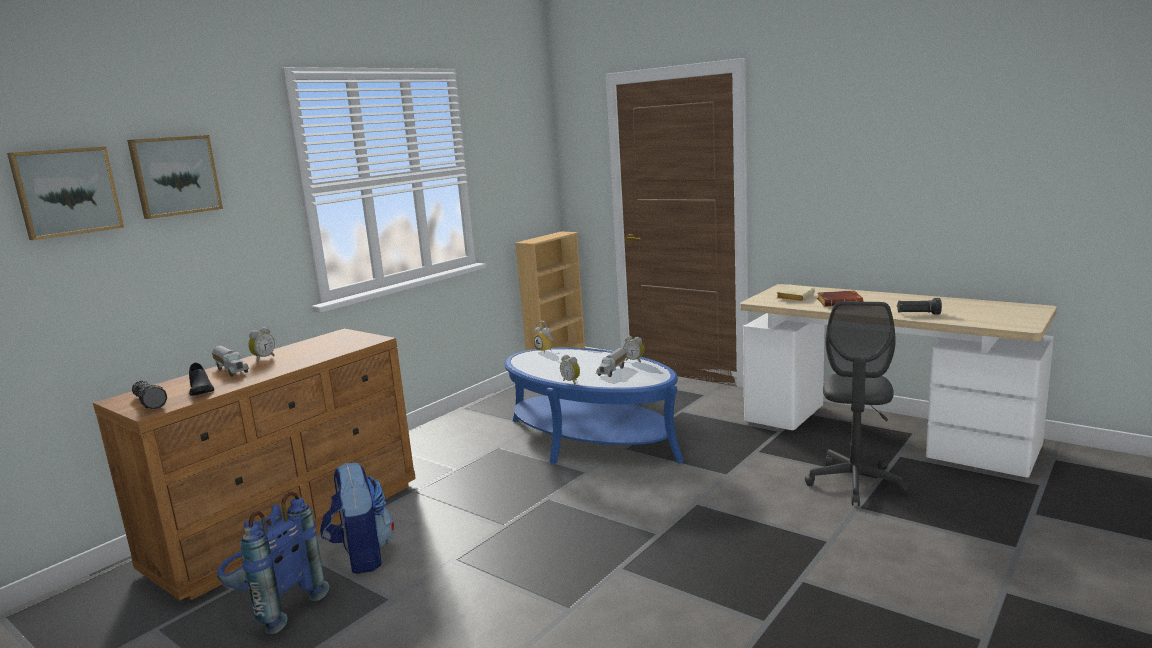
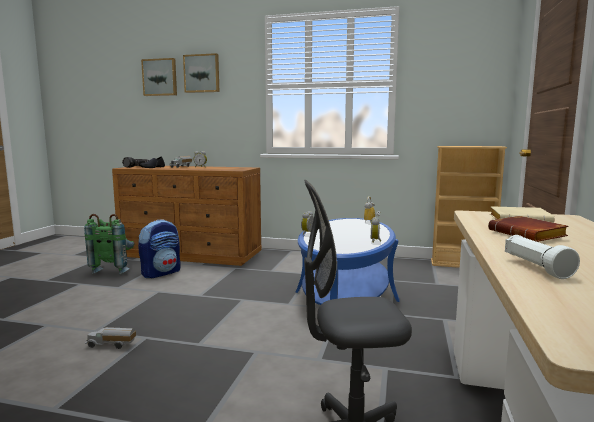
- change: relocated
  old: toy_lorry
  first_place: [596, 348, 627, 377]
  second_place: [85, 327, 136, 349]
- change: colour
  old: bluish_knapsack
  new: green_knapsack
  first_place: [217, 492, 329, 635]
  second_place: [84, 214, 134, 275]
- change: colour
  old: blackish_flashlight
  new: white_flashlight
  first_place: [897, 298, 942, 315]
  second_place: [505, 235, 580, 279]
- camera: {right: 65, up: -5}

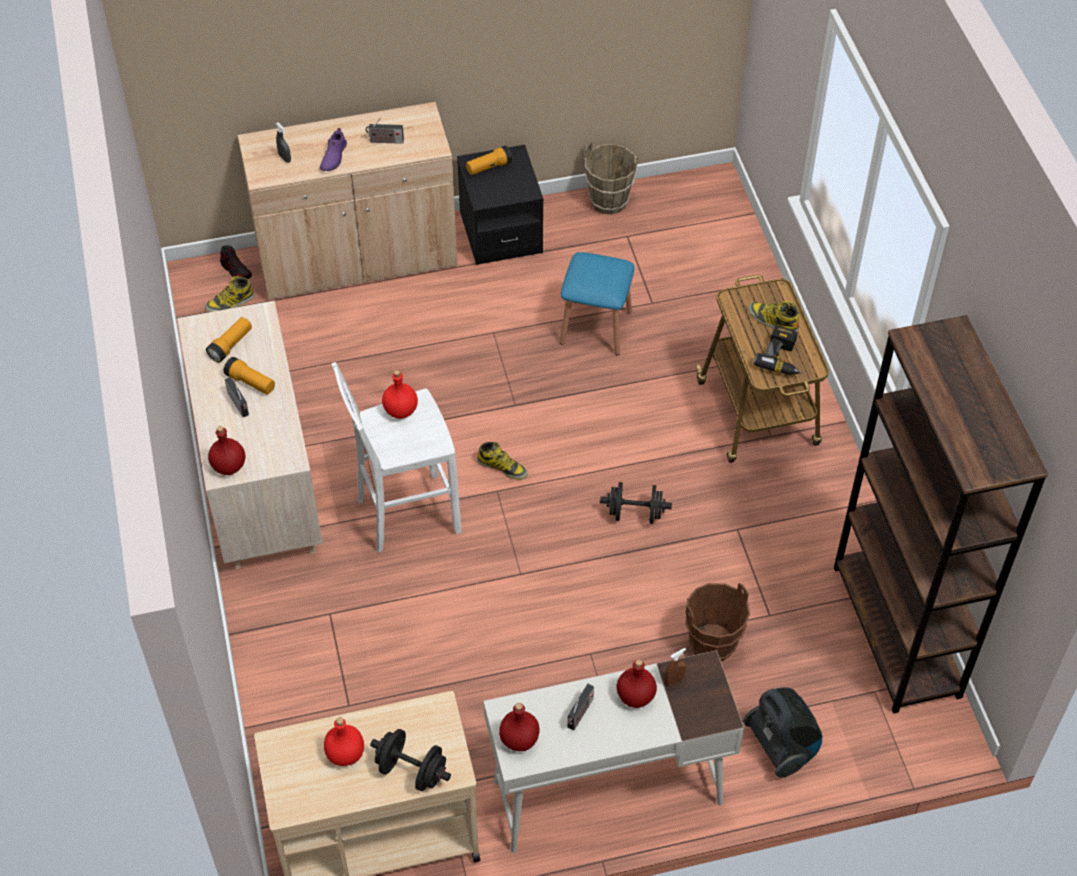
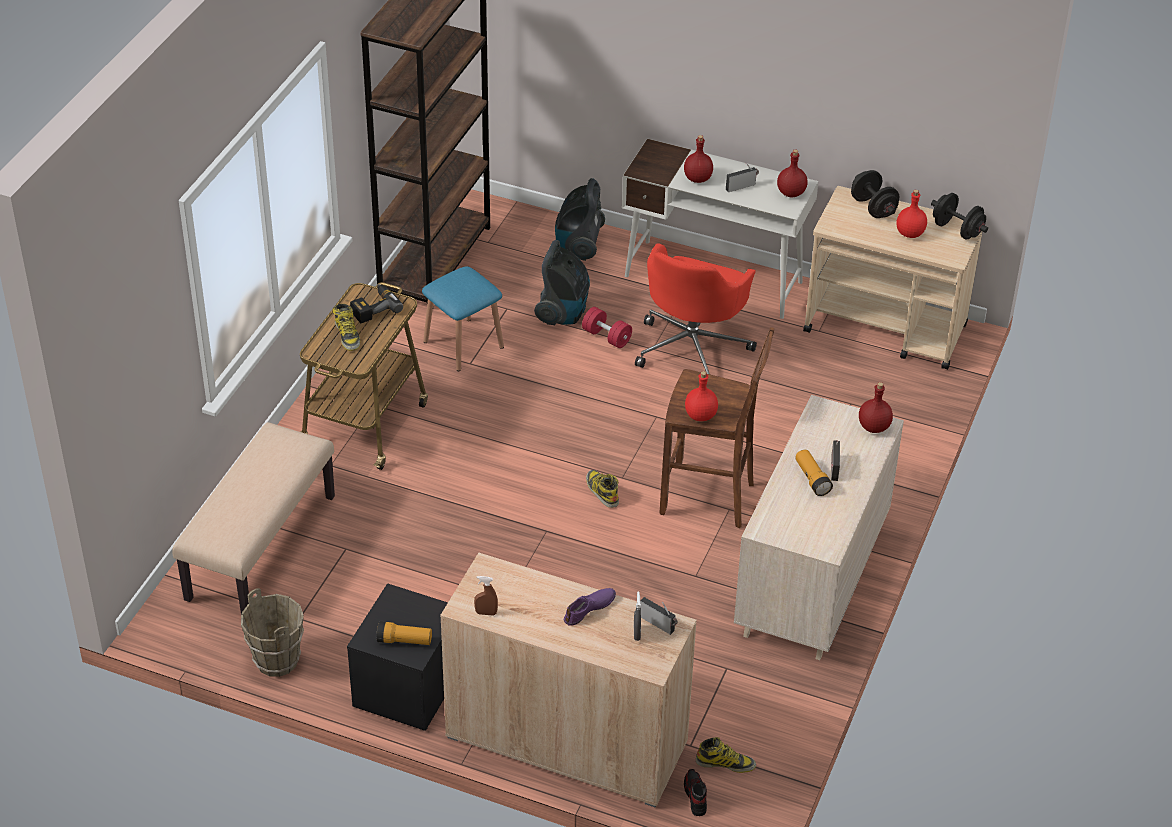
- change: missing
  old: flashlight
  first_place: [206, 317, 252, 363]
- change: appeared
  new: beige-coloured_bench
  second_place: [172, 422, 335, 615]
- change: appeared
  new: reddish_free_weight
  second_place: [582, 307, 632, 348]
- change: appeared
  new: reddish_desk_chair
  second_place: [635, 243, 757, 374]
- change: relocated
  old: radio_receiver
  first_place: [366, 118, 404, 144]
  second_place: [640, 597, 678, 635]
- change: relocated
  old: bluish_stool
  first_place: [560, 252, 635, 355]
  second_place: [422, 266, 504, 371]
- change: relocated
  old: blackish_free_weight
  first_place: [600, 482, 672, 524]
  second_place: [931, 193, 988, 240]
- change: relocated
  old: brownish_hand_sprayer
  first_place: [664, 648, 686, 686]
  second_place: [474, 576, 498, 616]
- change: exchanged
  old: brownish_bucket
  new: vacuum
  first_place: [685, 583, 750, 661]
  second_place: [534, 240, 590, 325]
- change: colour
  old: white_stool
  new: brownish_stool
  first_place: [332, 362, 462, 553]
  second_place: [660, 327, 774, 528]
- camera: {right: -145, up: -10}

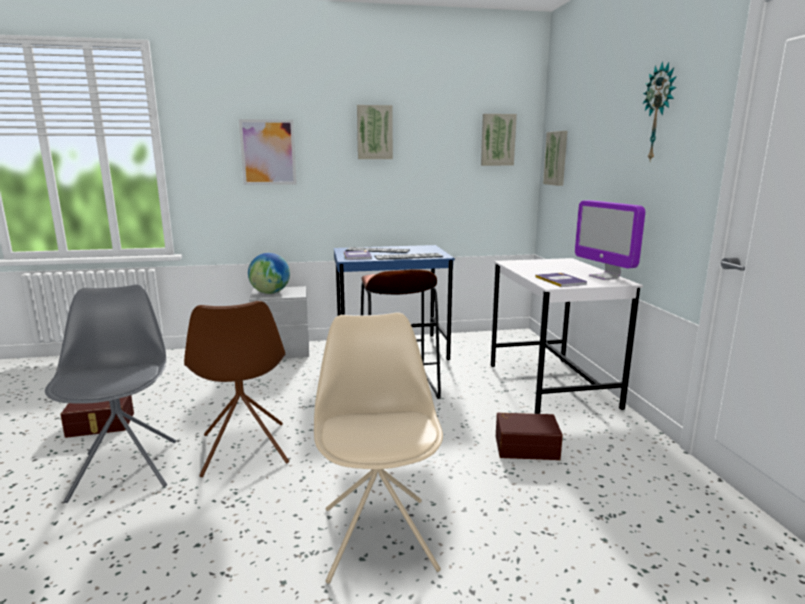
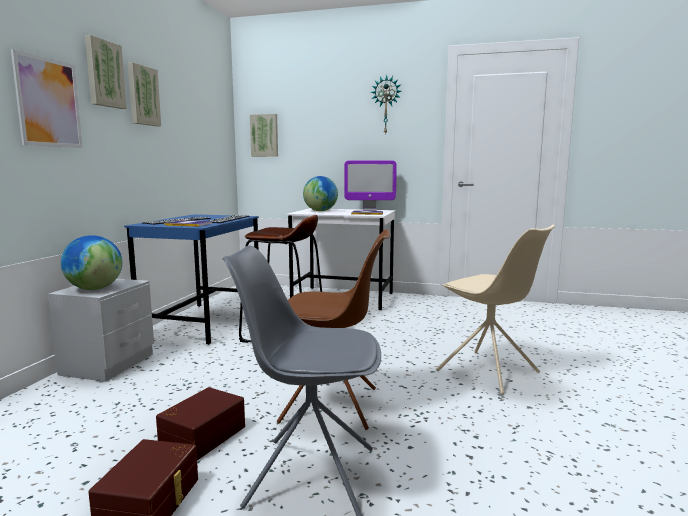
- change: appeared
  new: desk_globe
  second_place: [303, 176, 338, 211]
- change: relocated
  old: wall_art
  first_place: [481, 114, 517, 166]
  second_place: [85, 35, 127, 109]
- change: relocated
  old: brownish_storage_bin
  first_place: [496, 413, 563, 460]
  second_place: [156, 387, 245, 460]
- change: spun
  old: beige-coloured_plain_chair
  first_place: [314, 312, 443, 584]
  second_place: [436, 225, 555, 395]
  degrees: -150
- camera: {right: -65, up: -5}

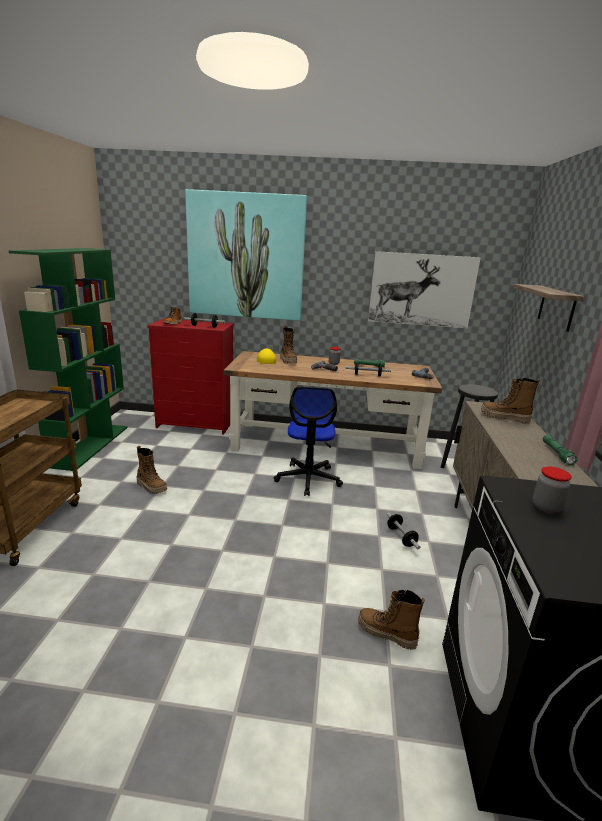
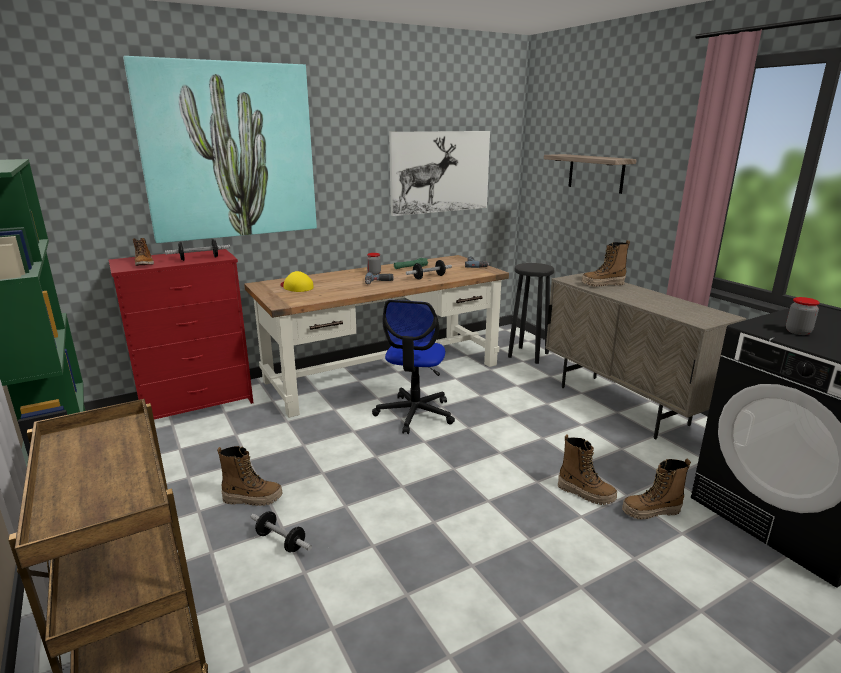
- change: missing
  old: green_flashlight
  first_place: [543, 435, 578, 465]
- change: relocated
  old: boot
  first_place: [280, 326, 297, 363]
  second_place: [558, 435, 617, 505]
- change: relocated
  old: free_weight
  first_place: [387, 513, 420, 549]
  second_place: [251, 511, 312, 553]
- change: spun
  old: desk_chair
  first_place: [274, 386, 343, 496]
  second_place: [372, 300, 455, 434]
  degrees: 45
- camera: {right: -35, up: 0}

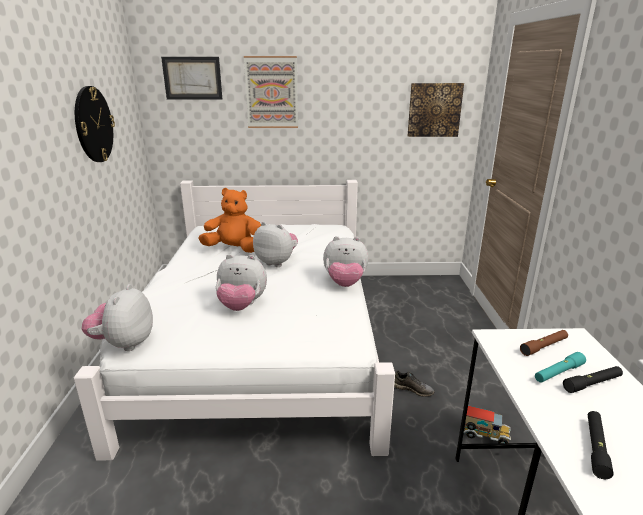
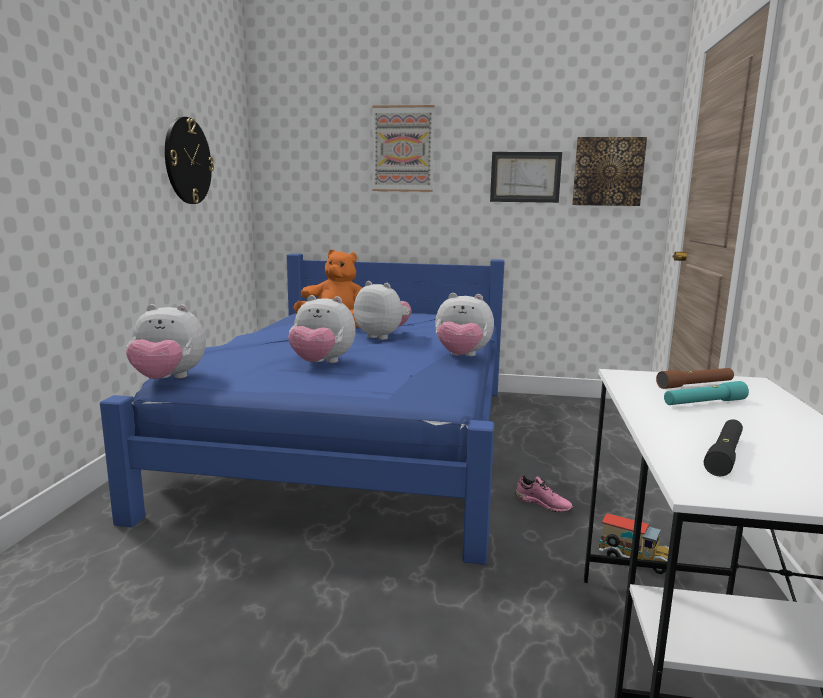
- change: missing
  old: blackish_flashlight
  first_place: [563, 366, 623, 393]
- change: relocated
  old: wall_art
  first_place: [161, 57, 222, 99]
  second_place: [490, 152, 562, 203]
- change: colour
  old: white_bed
  new: bluish_bed
  first_place: [74, 180, 395, 461]
  second_place: [100, 254, 505, 565]
- change: colour
  old: gray_item_of_footwear
  new: pinkish_item_of_footwear
  first_place: [394, 371, 435, 397]
  second_place: [515, 475, 573, 512]
- change: spun
  old: cuddly_toy
  first_place: [82, 284, 153, 351]
  second_place: [126, 304, 206, 379]
  degrees: -105
- camera: {right: 10, up: -10}

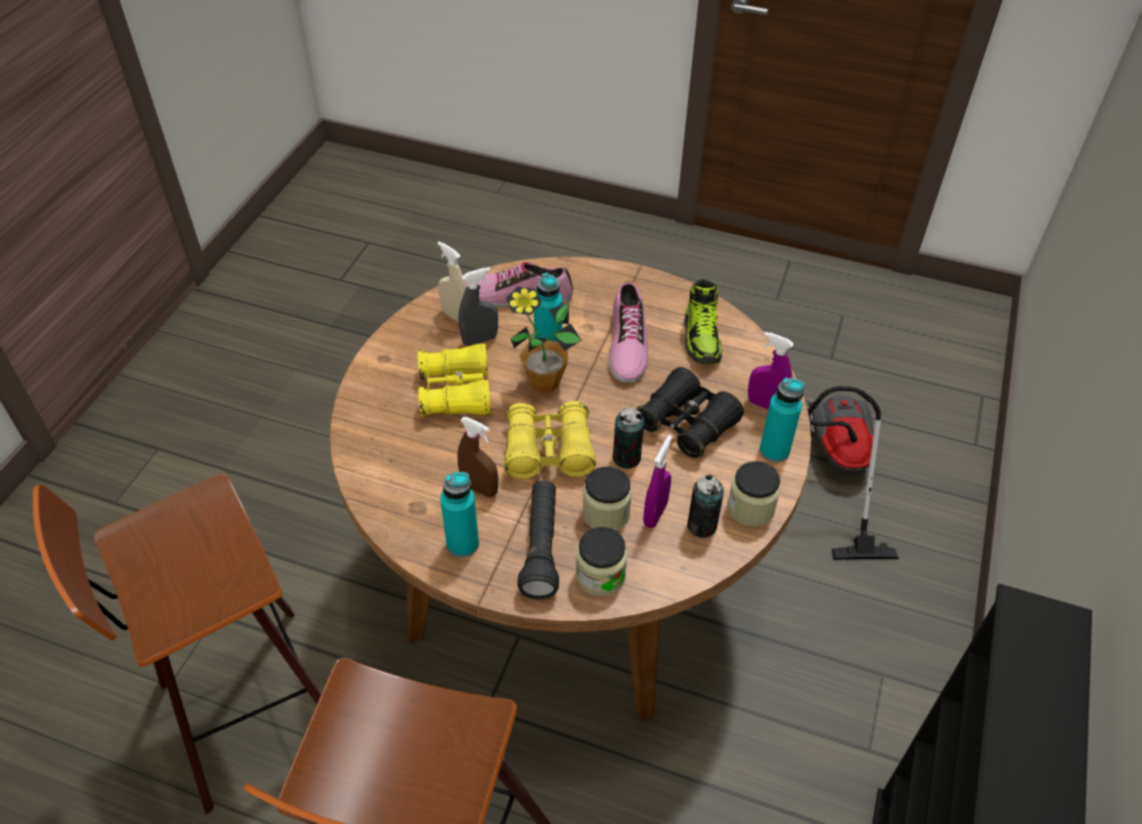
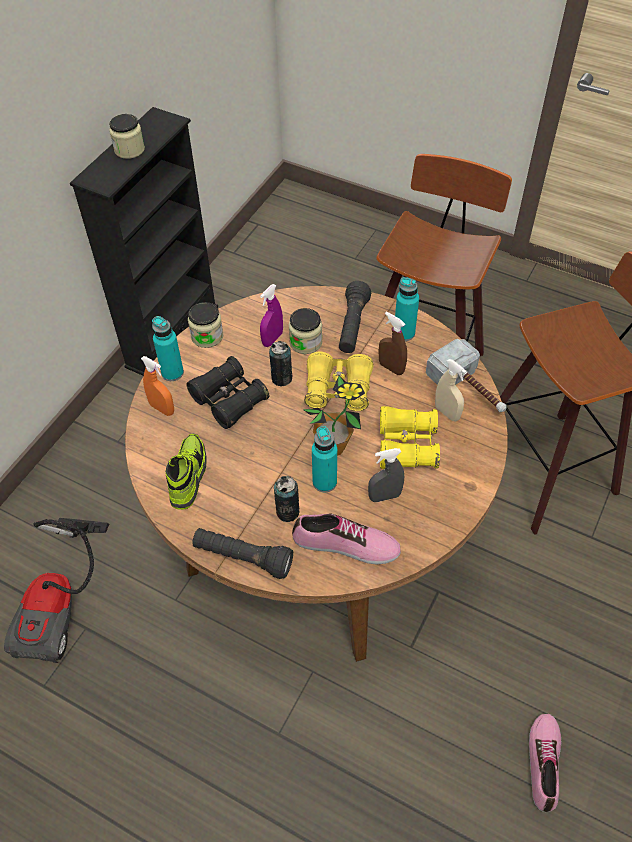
- change: appeared
  new: blackish_flashlight
  second_place: [192, 528, 293, 579]
- change: appeared
  new: hand_hammer
  second_place: [426, 339, 506, 412]
- change: relocated
  old: beige-coloured_hand_sprayer
  first_place: [438, 241, 467, 322]
  second_place: [435, 359, 467, 421]
- change: relocated
  old: storage_jar
  first_place: [576, 527, 628, 596]
  second_place: [109, 114, 145, 159]
- change: relocated
  old: item_of_footwear
  first_place: [608, 281, 648, 383]
  second_place: [529, 714, 561, 812]
- change: relocated
  old: sealed_can
  first_place: [687, 475, 724, 538]
  second_place: [274, 476, 300, 522]
- change: colour
  old: purplish_hand_sprayer
  new: orangey_hand_sprayer
  first_place: [748, 332, 794, 409]
  second_place: [141, 356, 174, 416]
- camera: {right: -170, up: 5}

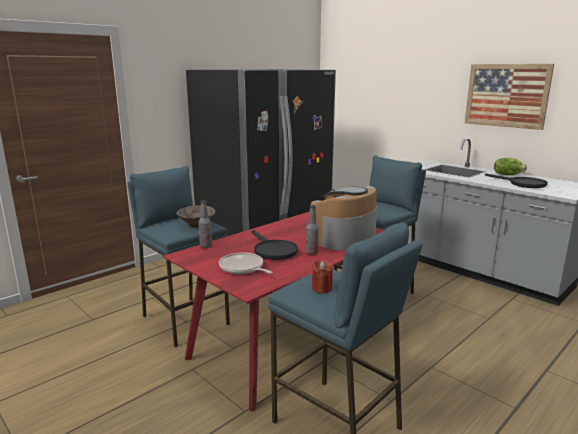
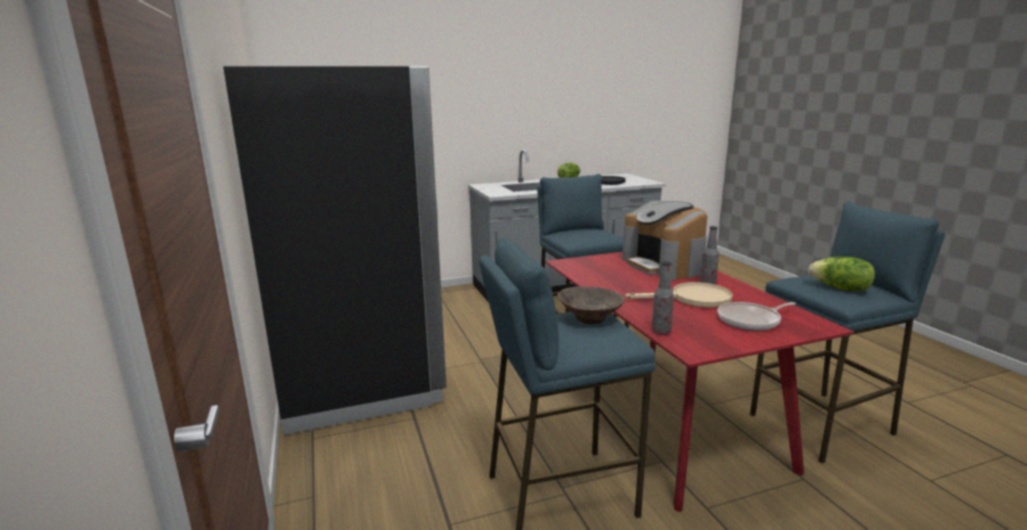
- change: missing
  old: wall_art
  first_place: [465, 64, 554, 130]
- change: exchanged
  old: reddish_wax_light
  new: head_of_lettuce
  first_place: [312, 260, 333, 293]
  second_place: [809, 257, 875, 291]
- change: colour
  old: blackish_pan
  new: beige-coloured_pan
  first_place: [251, 230, 298, 260]
  second_place: [625, 282, 733, 308]
- camera: {right: -65, up: 0}

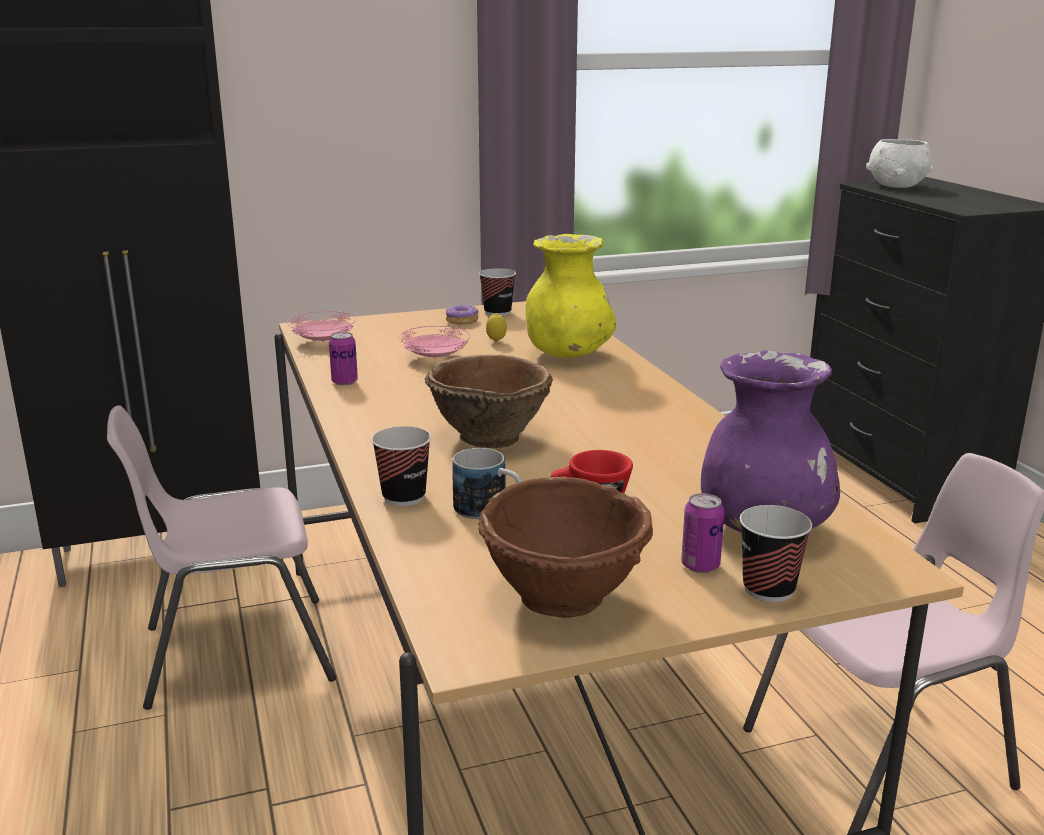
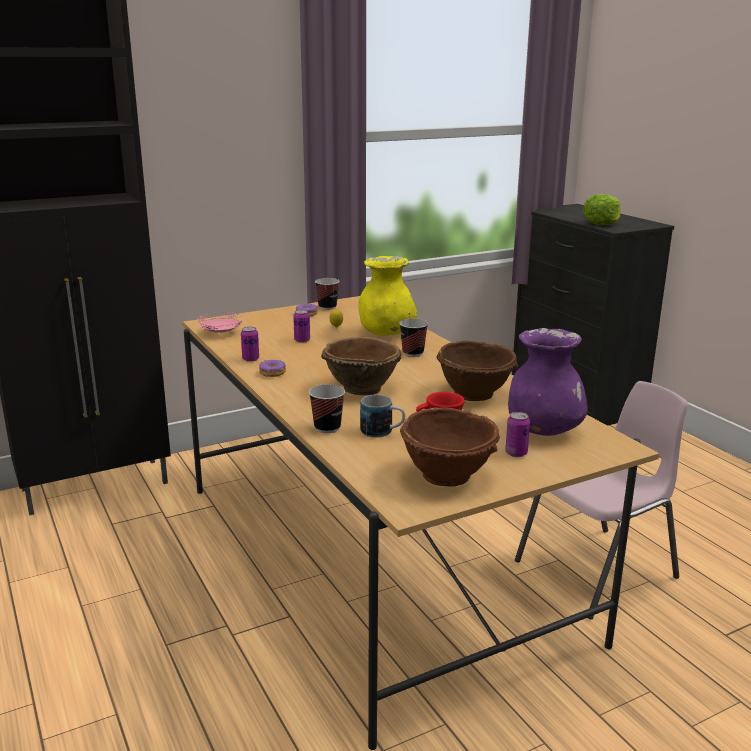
- change: missing
  old: pinkish_plain_chair
  first_place: [107, 405, 336, 710]
- change: missing
  old: white_deep_dish
  first_place: [866, 139, 932, 188]
- change: appeared
  new: doughnut
  second_place: [259, 360, 286, 377]
- change: appeared
  new: brownish_deep_dish
  second_place: [437, 341, 518, 401]
- change: appeared
  new: head_of_lettuce
  second_place: [583, 194, 620, 225]
- change: relocated
  old: small_cup
  first_place: [740, 505, 812, 602]
  second_place: [399, 319, 428, 357]
- change: exchanged
  old: pinkish_dinner_plate
  new: sealed_can
  first_place: [399, 326, 470, 359]
  second_place: [293, 310, 310, 343]
- camera: {right: -10, up: 0}

